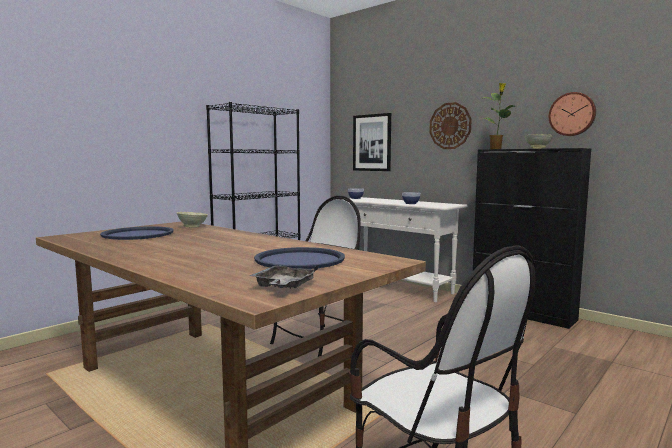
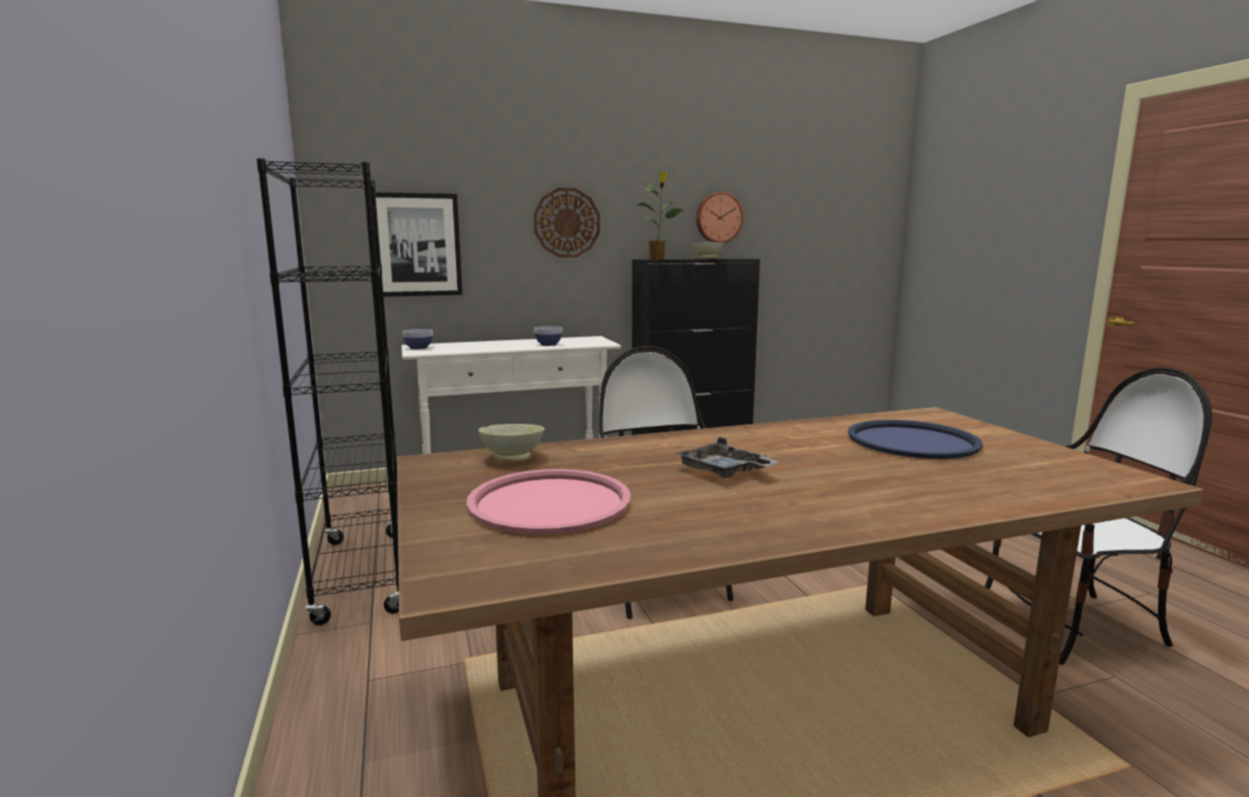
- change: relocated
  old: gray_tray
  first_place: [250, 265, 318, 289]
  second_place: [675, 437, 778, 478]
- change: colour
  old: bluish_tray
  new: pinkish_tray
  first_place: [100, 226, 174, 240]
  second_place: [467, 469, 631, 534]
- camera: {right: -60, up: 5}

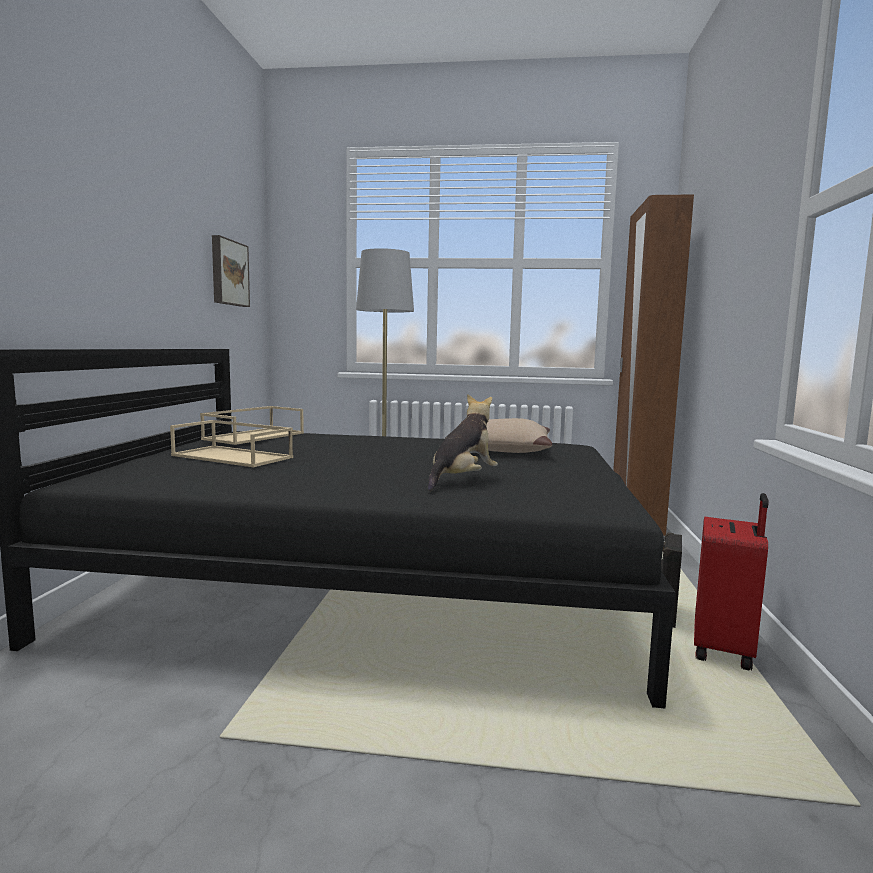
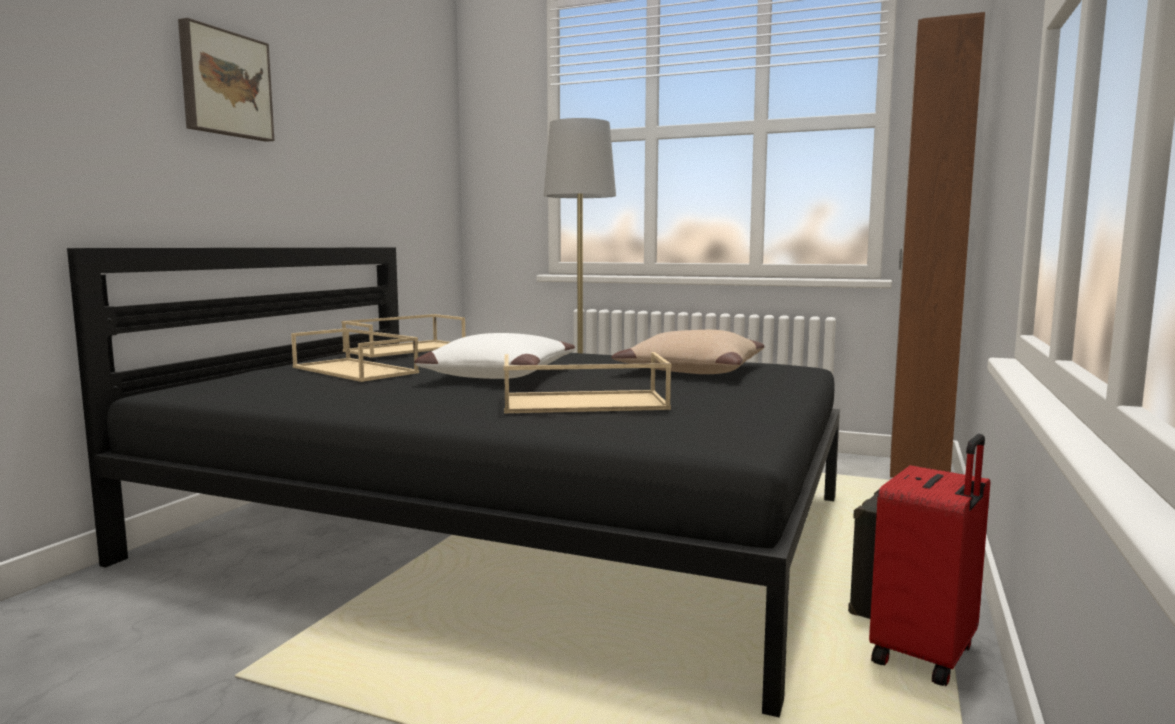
- change: appeared
  new: white_cushion
  second_place: [414, 333, 575, 379]
- change: relocated
  old: wall_art
  first_place: [212, 235, 250, 307]
  second_place: [178, 18, 275, 142]
- change: exchanged
  old: cuddly_toy
  new: beige-coloured_tray
  first_place: [428, 394, 498, 491]
  second_place: [503, 352, 672, 413]
- camera: {right: 15, up: 0}

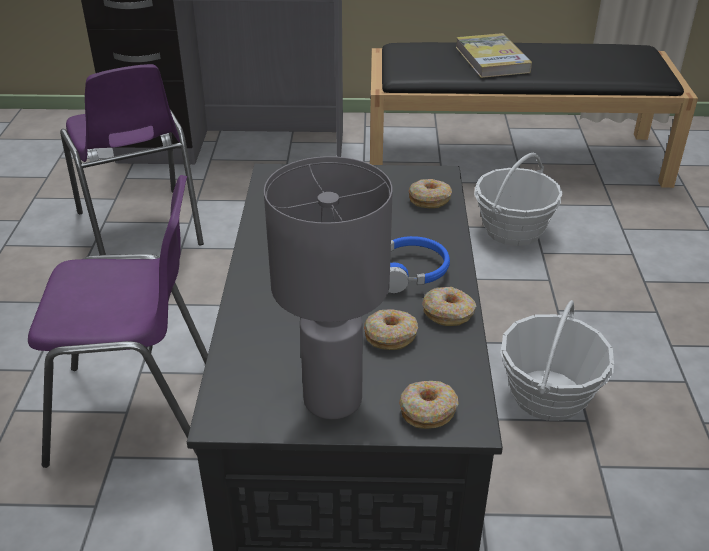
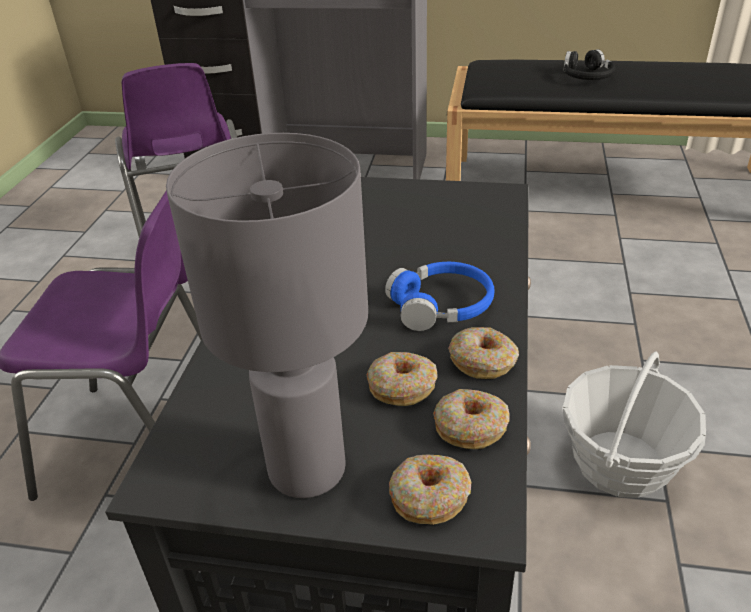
- change: missing
  old: basket
  first_place: [474, 153, 563, 246]
- change: relocated
  old: doughnut
  first_place: [408, 179, 452, 208]
  second_place: [433, 389, 510, 449]
- change: exchanged
  old: bound_book
  new: blackish_headphones
  first_place: [456, 33, 532, 78]
  second_place: [564, 49, 615, 80]
- camera: {right: 10, up: 0}

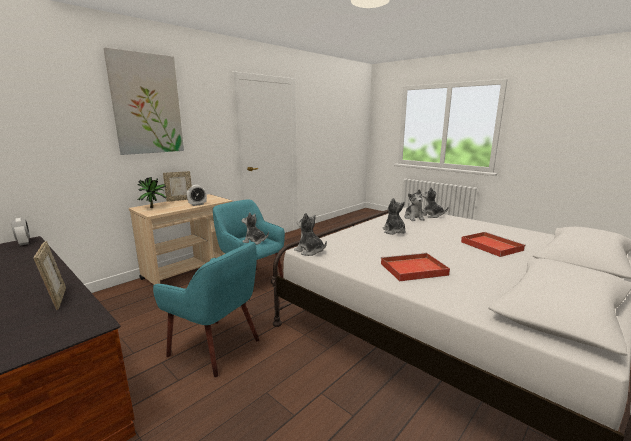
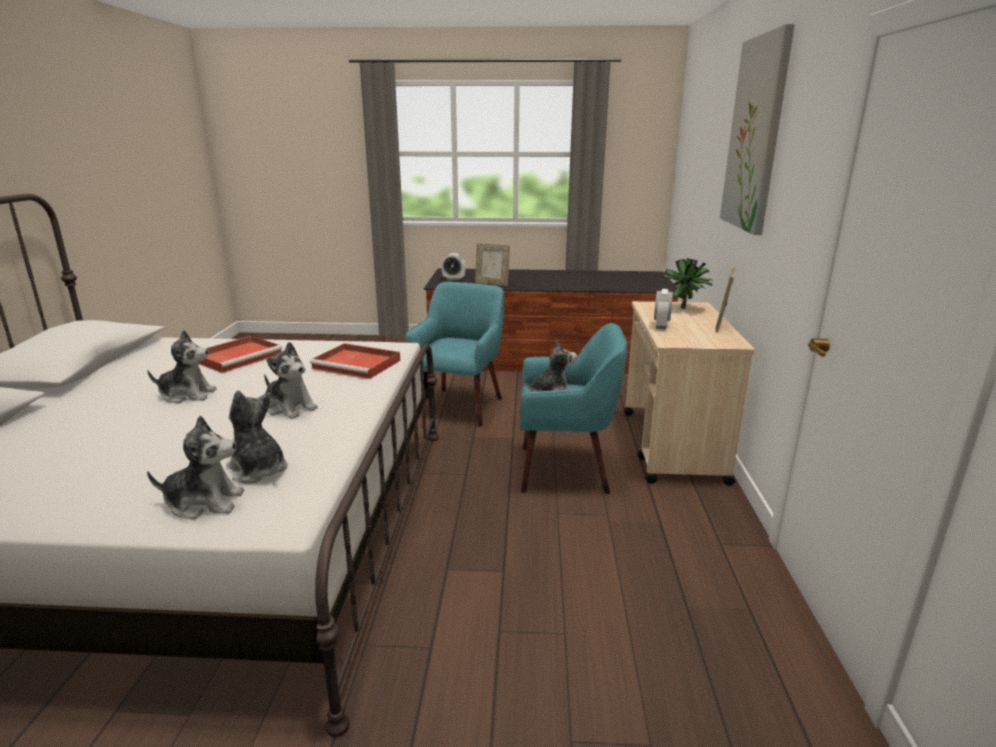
- change: relocated
  old: table_clock
  first_place: [11, 218, 30, 246]
  second_place: [441, 253, 466, 280]
- change: relocated
  old: cuddly_toy
  first_place: [294, 213, 327, 256]
  second_place: [147, 330, 217, 403]
- change: relocated
  old: reddish_tray
  first_place: [461, 232, 526, 257]
  second_place: [310, 343, 400, 379]
- change: spun
  old: turquoise_lounge_chair
  first_place: [153, 242, 259, 377]
  second_place: [405, 282, 504, 426]
  degrees: 120
- camera: {right: 140, up: 5}

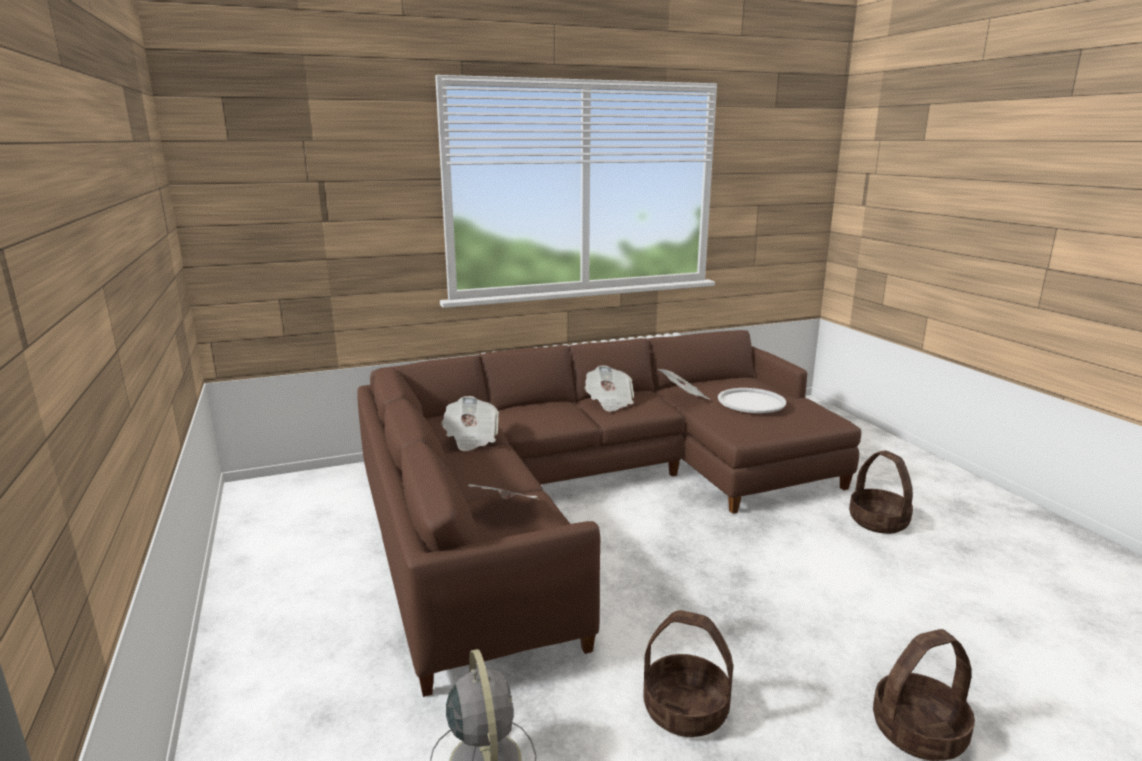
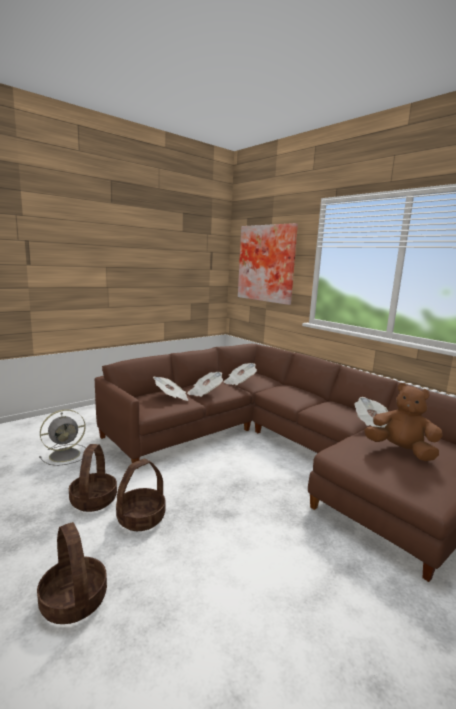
- change: appeared
  new: wall_art
  second_place: [238, 223, 298, 305]
- change: relocated
  old: daily_paper
  first_place: [584, 365, 634, 412]
  second_place: [187, 372, 223, 397]
- change: relocated
  old: basket
  first_place: [849, 451, 913, 534]
  second_place: [116, 459, 166, 531]
- change: exchanged
  old: white_tray
  new: brownish_cuddly_toy
  first_place: [718, 388, 786, 413]
  second_place: [364, 383, 443, 461]
- camera: {right: 70, up: -5}

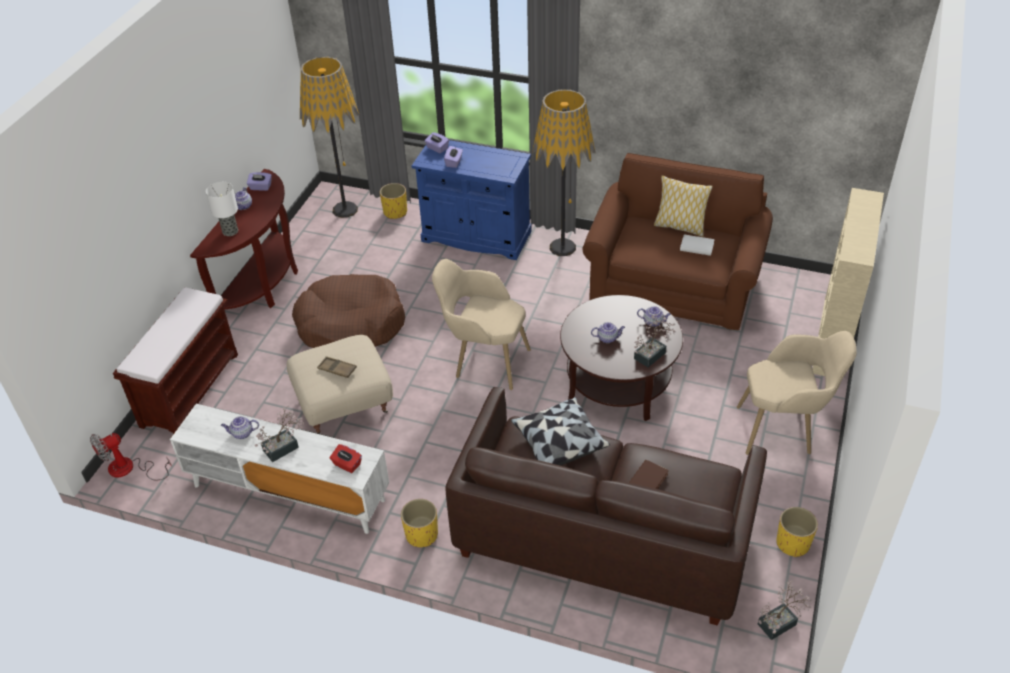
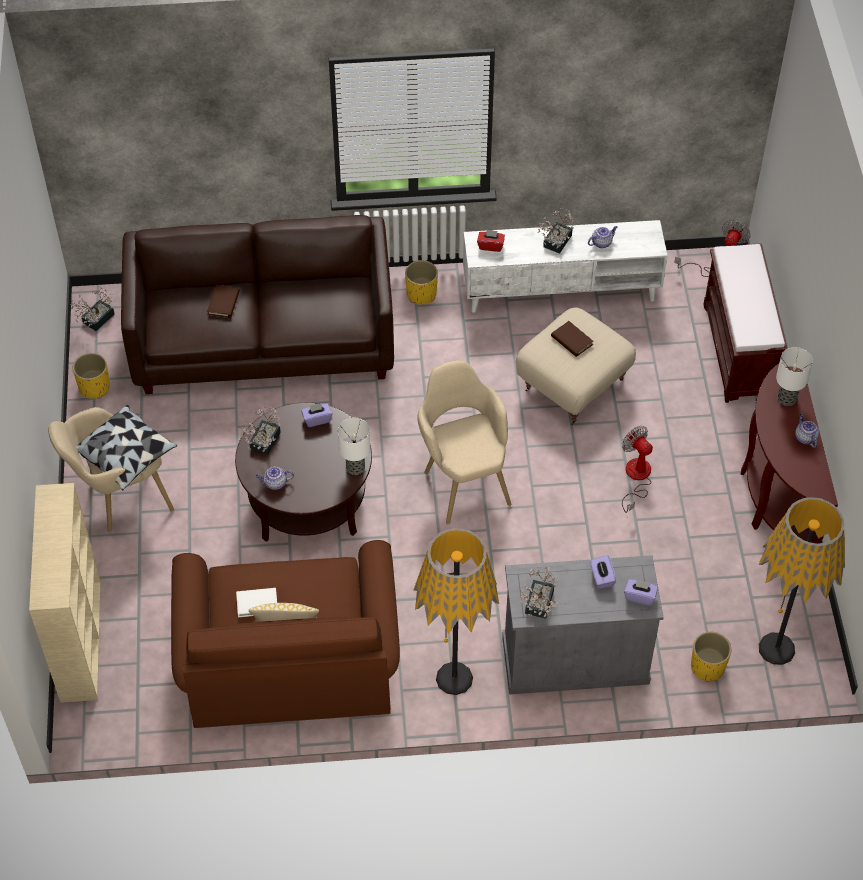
- change: missing
  old: teapot
  first_place: [591, 322, 625, 343]
- change: appeared
  new: lamp_for_a_table
  second_place: [338, 418, 370, 475]
- change: appeared
  new: houseplant
  second_place: [519, 566, 559, 619]
- change: relocated
  old: purplish_box_of_tissues
  first_place: [247, 172, 272, 191]
  second_place: [301, 403, 332, 427]
- change: relocated
  old: cushion
  first_place: [511, 397, 610, 465]
  second_place: [76, 405, 177, 490]
- change: exchanged
  old: brownish_dog_cushion
  new: fan
  first_place: [292, 274, 405, 348]
  second_place: [622, 426, 653, 513]
- change: exchanged
  old: brownish_tray
  new: brownish_bound_book
  first_place: [317, 356, 357, 378]
  second_place: [551, 321, 594, 357]
- change: colour
  old: bluish_cupboard
  new: gray_cupboard
  first_place: [411, 140, 531, 260]
  second_place: [502, 555, 663, 695]
- change: spun
  old: beige-coloured_lounge_chair
  first_place: [432, 259, 531, 390]
  second_place: [418, 360, 511, 524]
  degrees: -105
- camera: {right: 155, up: 10}

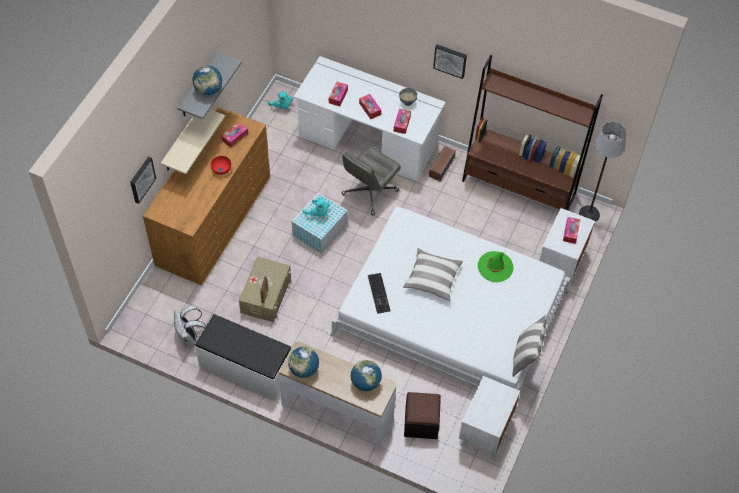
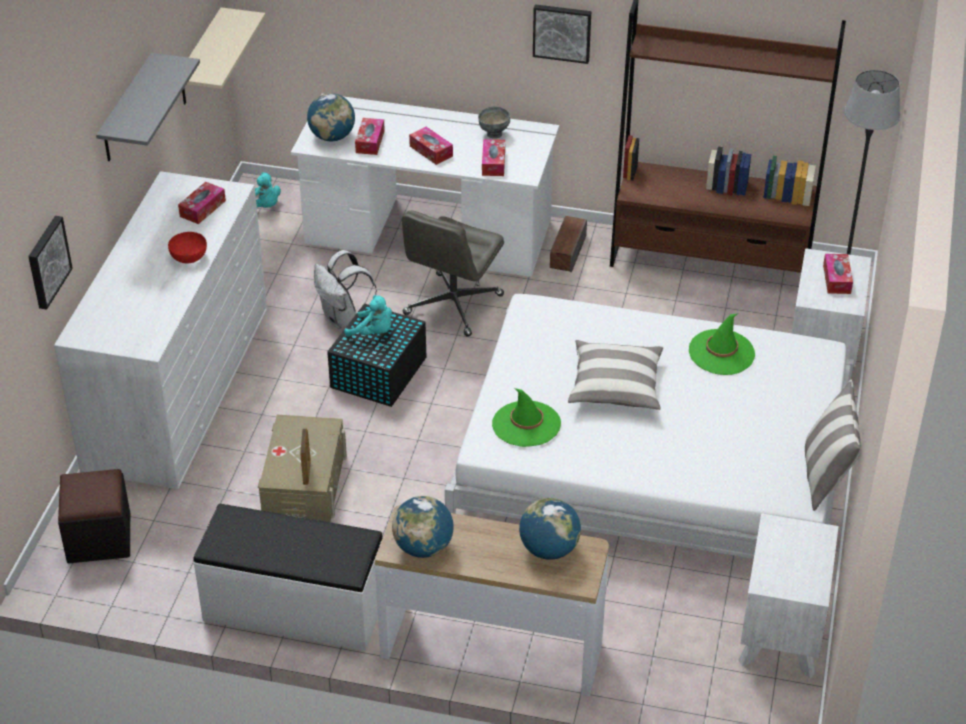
- change: relocated
  old: beige-coloured_wall_shelf
  first_place: [161, 109, 225, 174]
  second_place: [182, 7, 265, 104]
- change: relocated
  old: white_knapsack
  first_place: [174, 306, 206, 347]
  second_place: [314, 250, 377, 329]
- change: relocated
  old: desk_globe
  first_place: [193, 66, 222, 95]
  second_place: [307, 93, 355, 141]
- change: relocated
  old: blackish_ottoman
  first_place: [404, 392, 441, 439]
  second_place: [58, 469, 130, 563]
- change: exchanged
  old: computer_keyboard
  new: green_wearable_hat
  first_place: [368, 273, 391, 314]
  second_place: [492, 388, 561, 447]
- change: colour
  old: brownish_drawer_chest
  new: white_drawer_chest
  first_place: [143, 107, 270, 286]
  second_place: [54, 171, 267, 489]
- change: colour
  old: white_storage_bin
  new: blackish_storage_bin
  first_place: [292, 193, 348, 254]
  second_place: [327, 303, 426, 407]
- camera: {right: -10, up: -15}

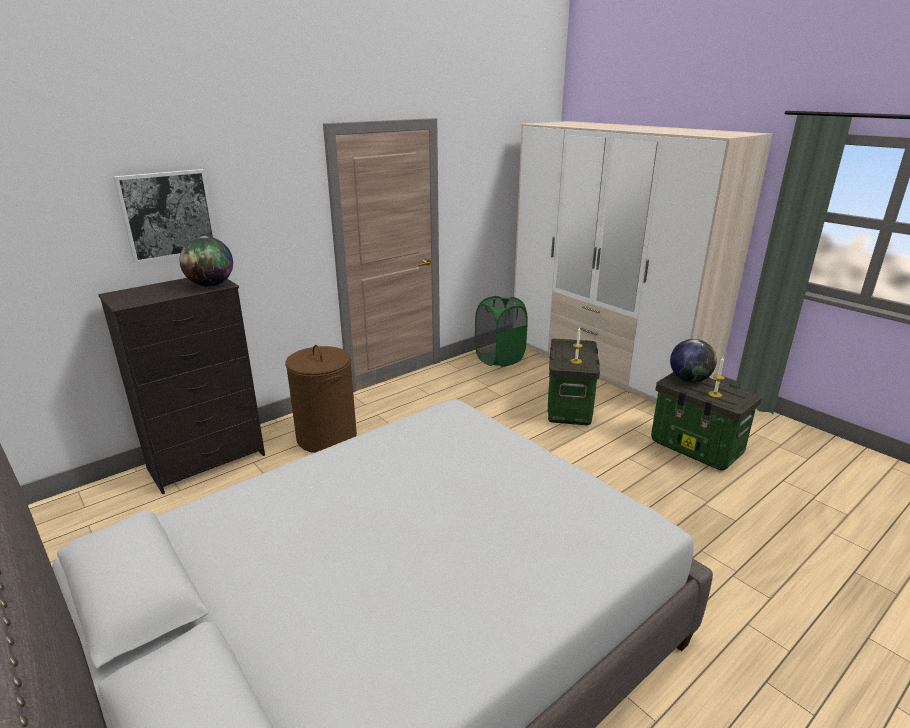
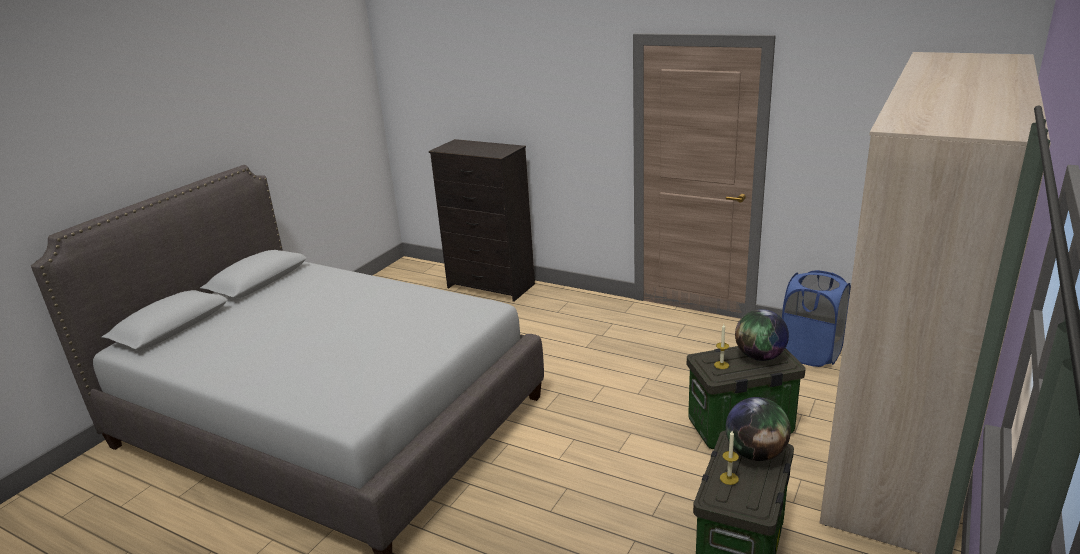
- change: missing
  old: wall_art
  first_place: [113, 169, 216, 264]
- change: missing
  old: brownish_washing_basket
  first_place: [285, 345, 357, 453]
- change: relocated
  old: desk_globe
  first_place: [179, 236, 233, 287]
  second_place: [735, 309, 789, 361]
- change: colour
  old: green_washing_basket
  new: bluish_washing_basket
  first_place: [475, 296, 528, 367]
  second_place: [782, 270, 851, 367]
- camera: {right: 70, up: 0}

